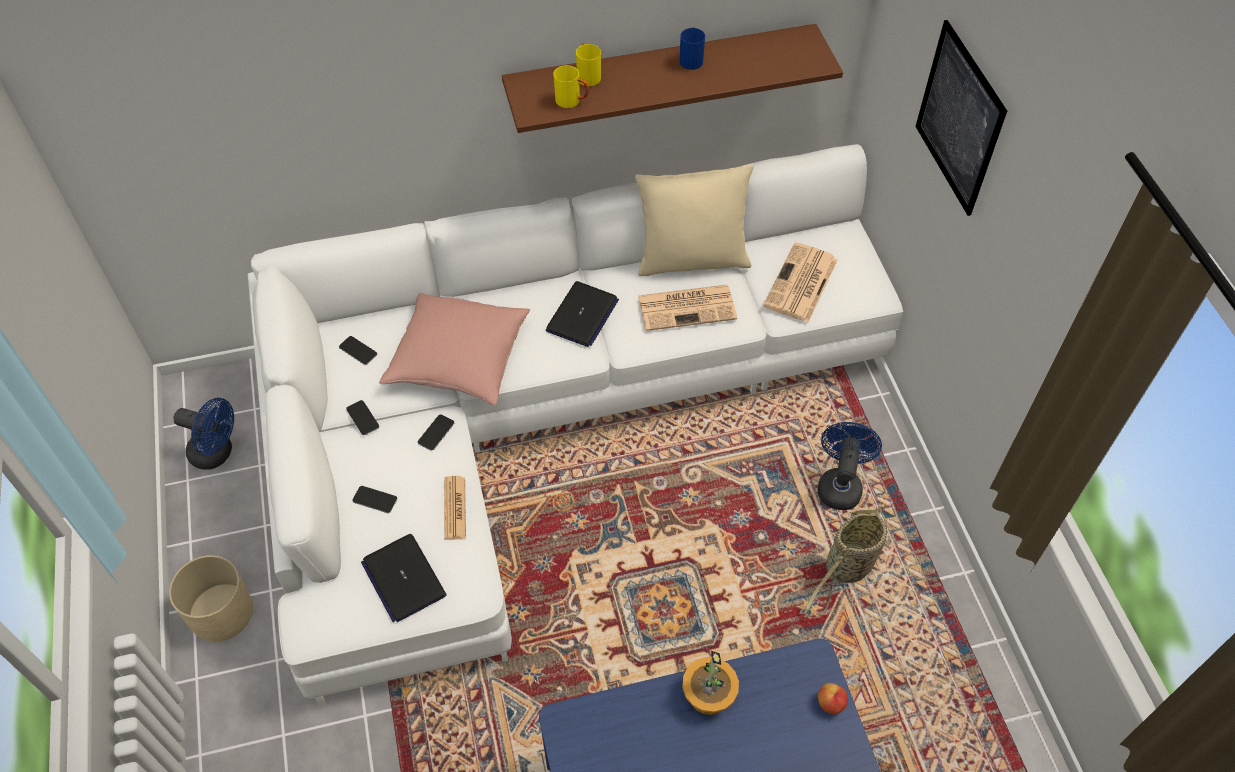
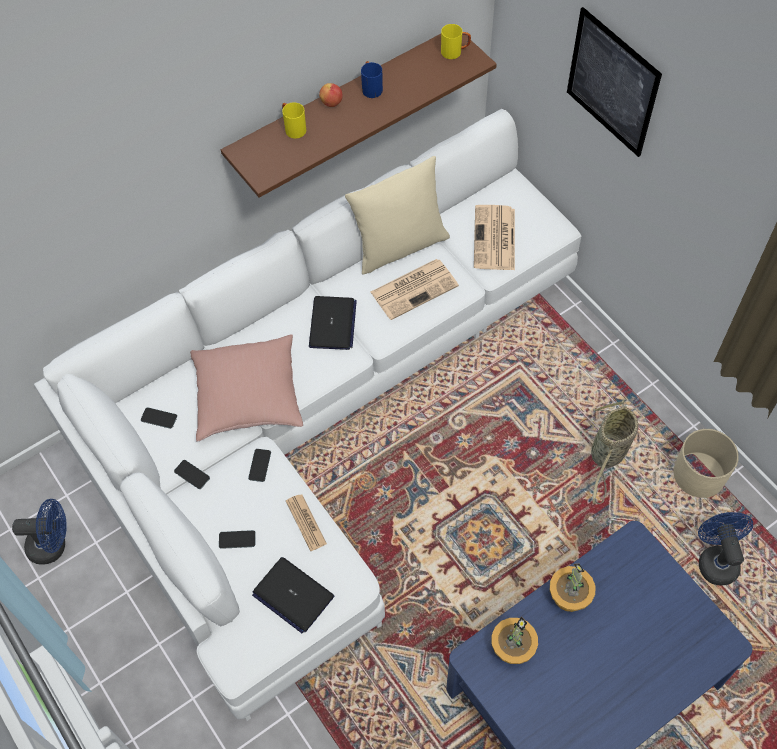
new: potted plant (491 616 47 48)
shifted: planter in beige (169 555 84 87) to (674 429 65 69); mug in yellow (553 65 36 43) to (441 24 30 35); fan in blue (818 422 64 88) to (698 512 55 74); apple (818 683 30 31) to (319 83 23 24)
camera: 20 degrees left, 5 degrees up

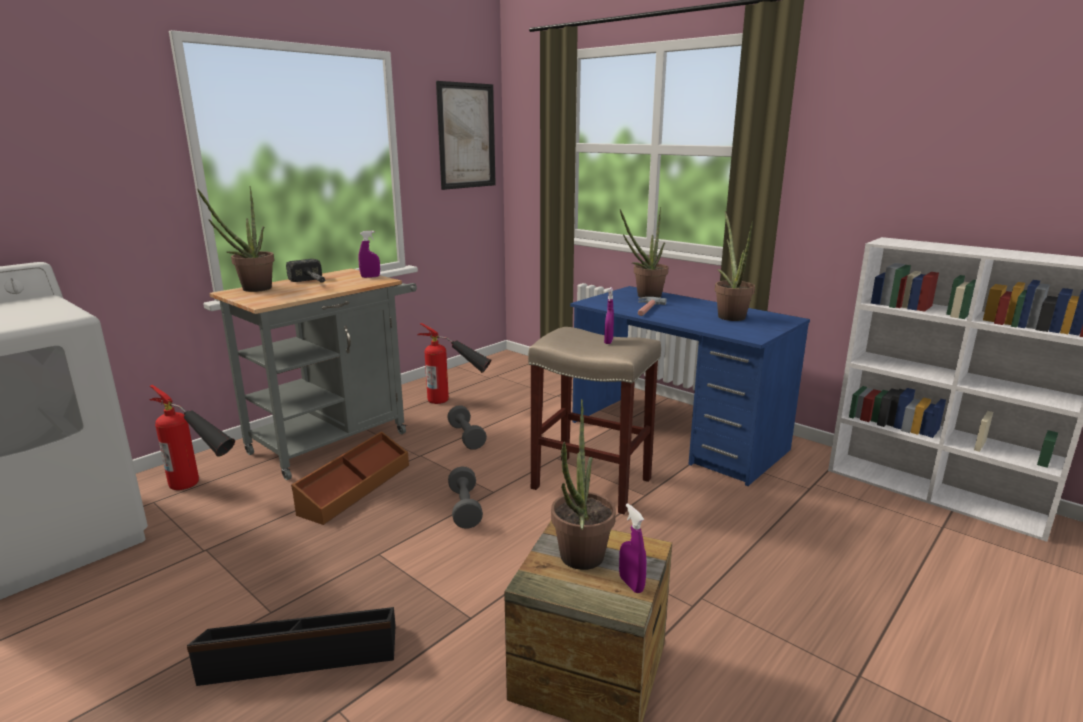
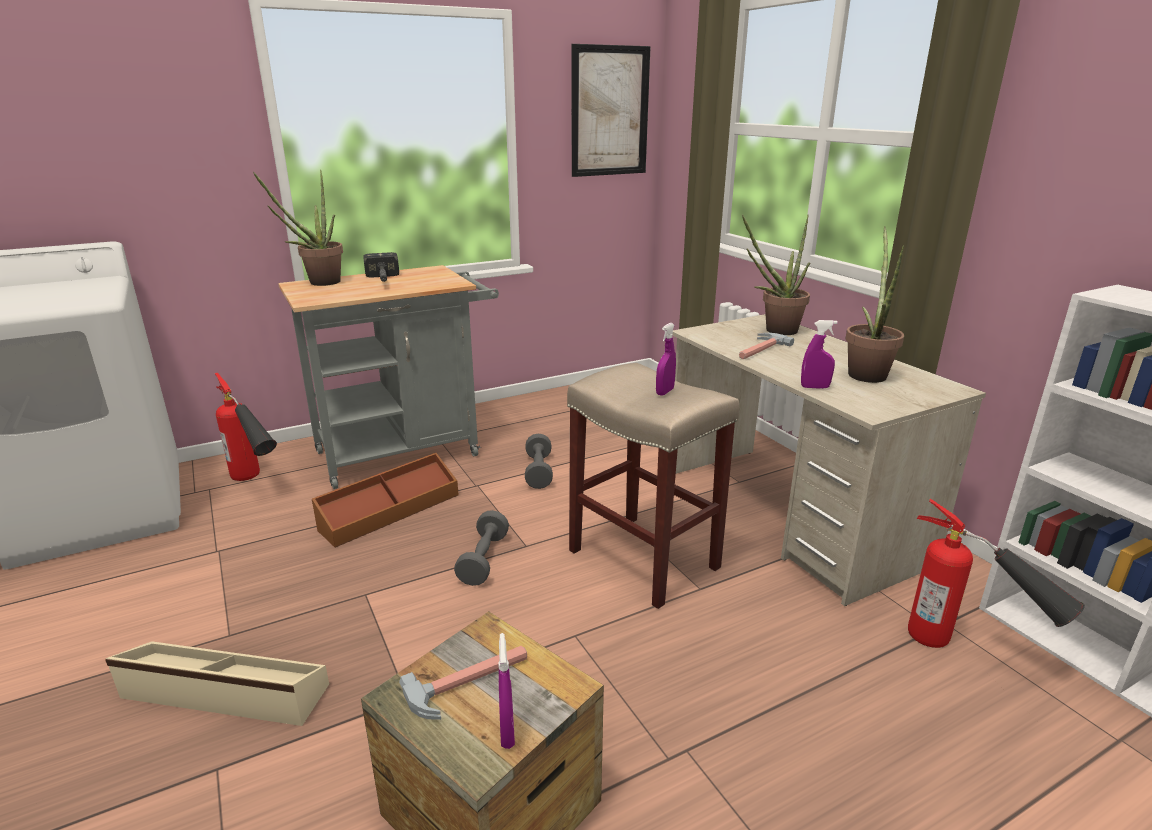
shifted: spray bottle in purple (358 231 22 47) to (801 320 37 69); fire extinguisher (417 323 74 81) to (908 499 177 149)
swapped: potted plant (551 399 65 171) to hammer (399 646 128 74)
repainted: storage box in black (187 607 209 79) to storage box in beige (105 641 224 85); desk in blue (570 286 240 200) to desk in beige (672 314 314 292)
camera: 20 degrees right, 5 degrees up

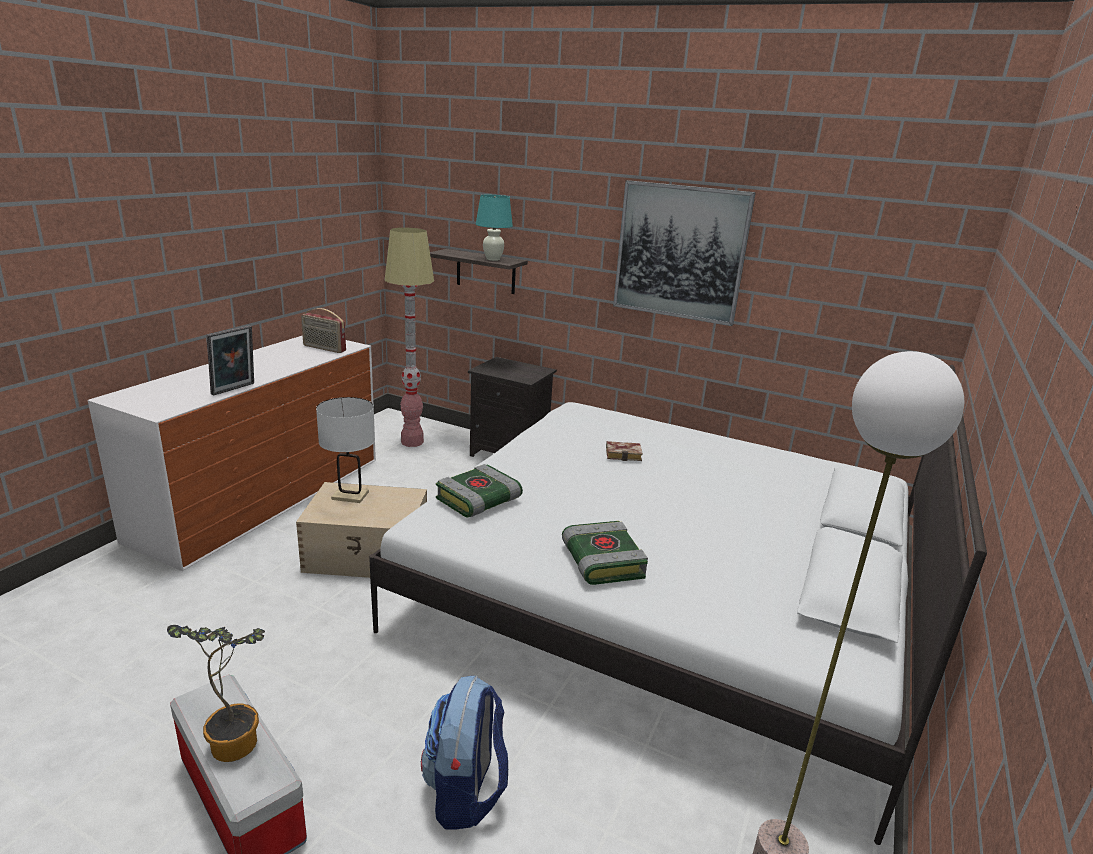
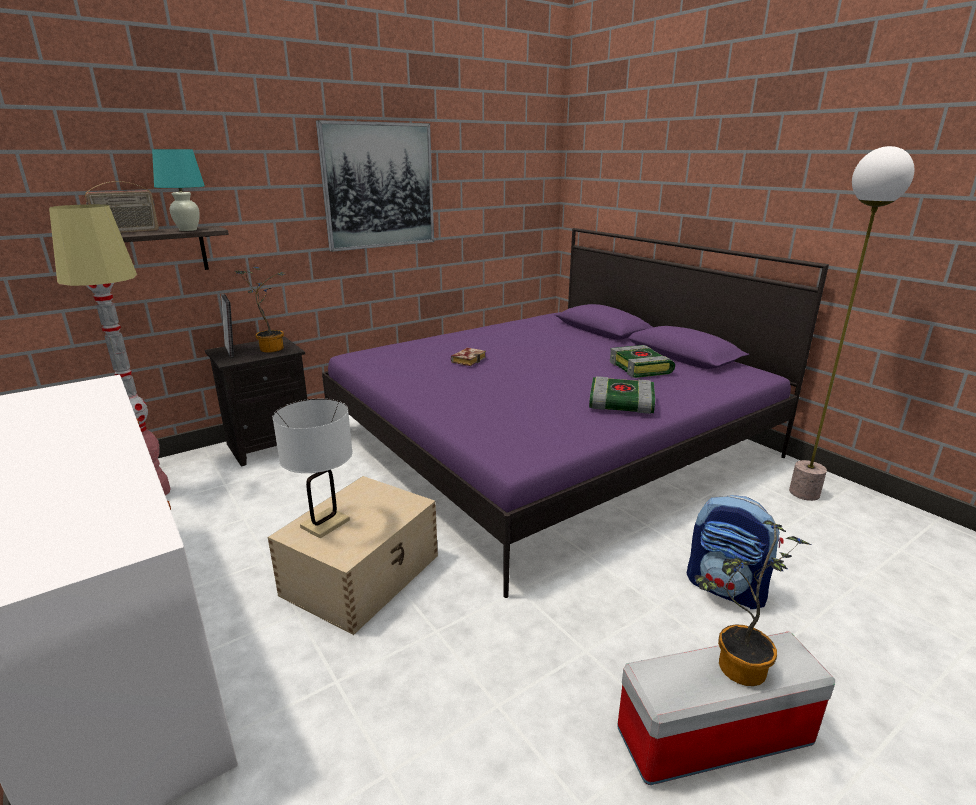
new: potted plant (235 266 51 87)
shifted: picture frame (206 325 48 71) to (221 294 13 63); radio (301 308 45 45) to (85 181 74 52); book (436 464 87 53) to (610 345 65 33)
repainted: bed in white (369 365 618 480) to bed in purple (322 228 507 370)
camera: 60 degrees left, 0 degrees up

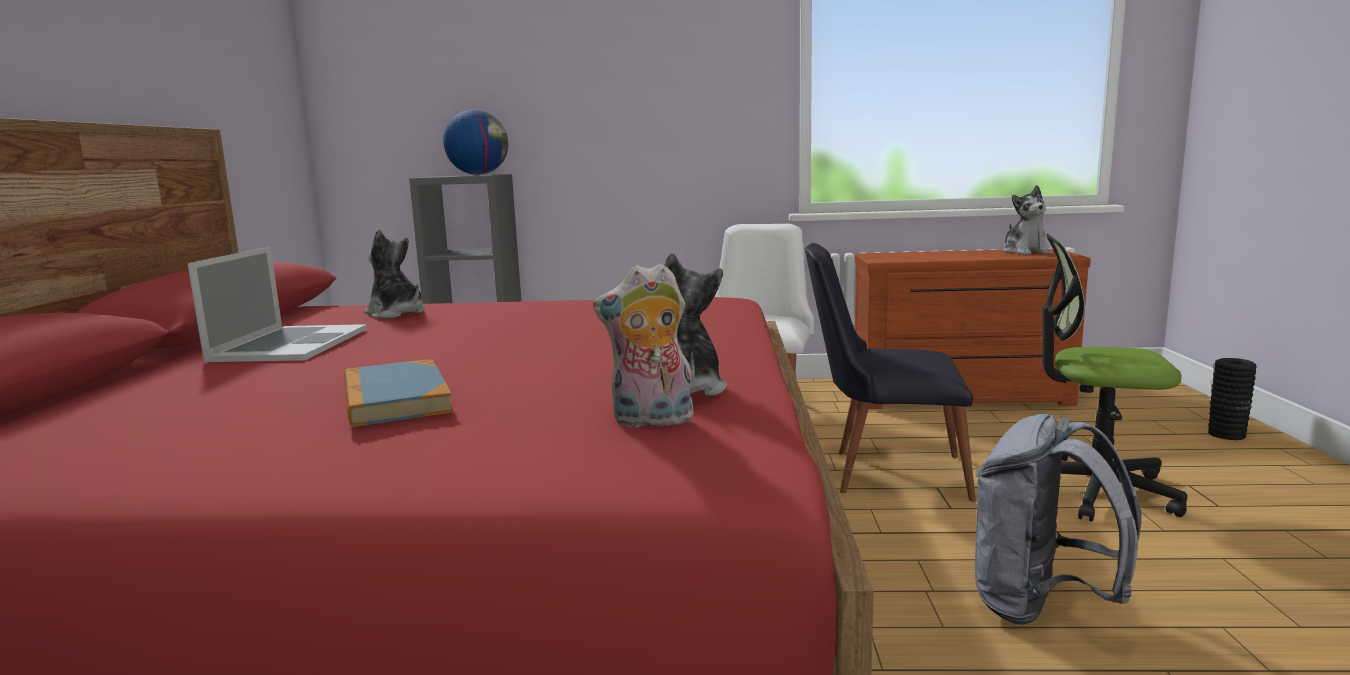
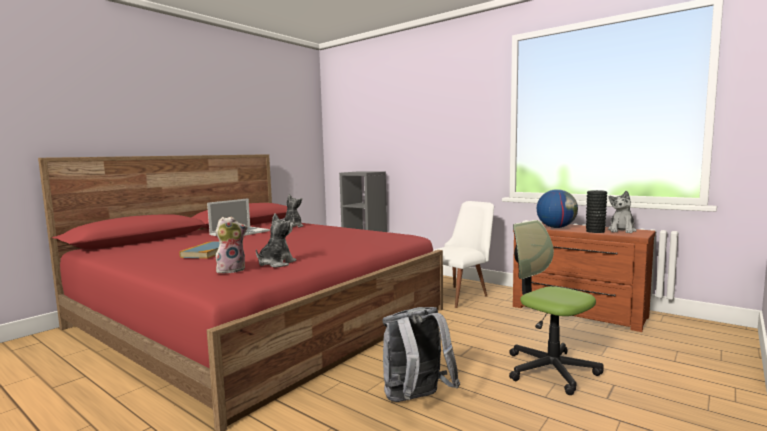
gone: chair in black (805 243 171 259)
shifted: globe (443 110 65 65) to (537 189 41 39); vase in black (1208 358 49 82) to (586 190 21 43)
rotated: plush toy (593 263 101 166) = (215 216 32 57) 120 degrees clockwise
camera: 35 degrees right, 5 degrees down

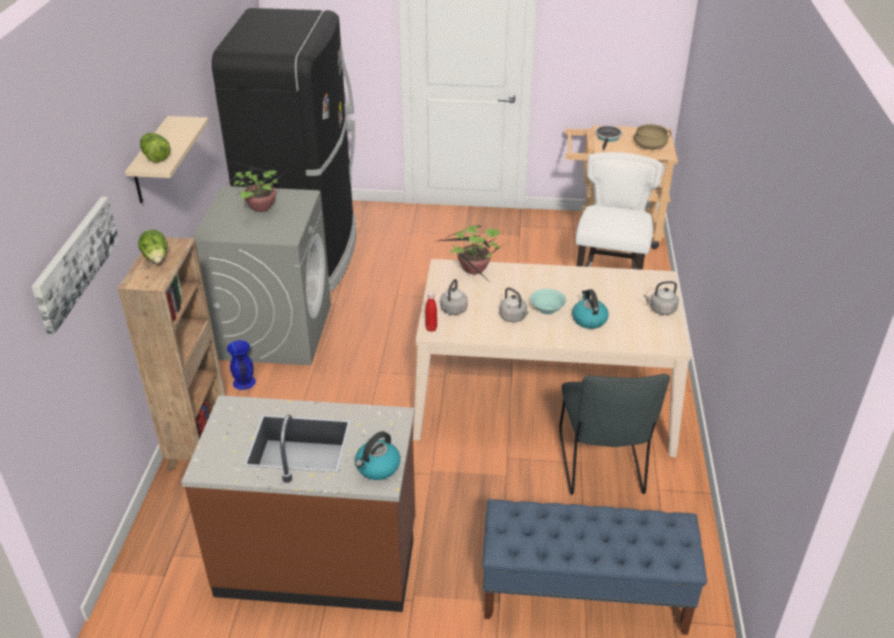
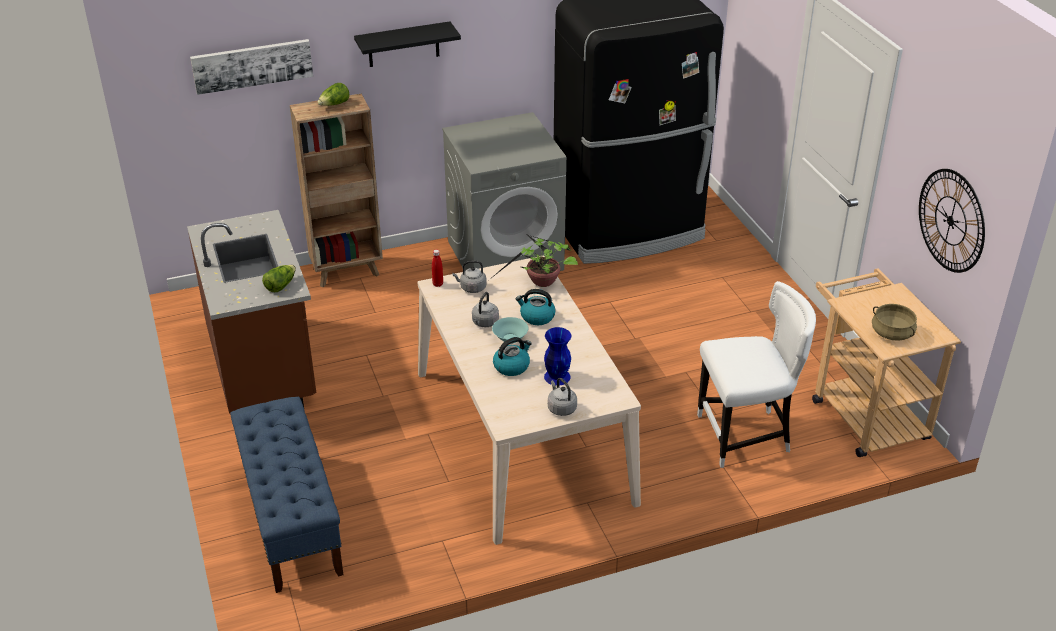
gone: potted plant (228 160 63 52); chair in grey (559 374 111 121); frying pan (595 126 27 25)
new: wall clock (919 169 66 104)
shifted: lettuce (140 133 30 29) to (262 265 34 27); vase in blue (227 340 29 50) to (544 327 27 59); kettle (355 431 45 49) to (516 289 40 36)
repainted: shelf in beige (125 116 83 87) to shelf in black (354 21 107 46)
camera: 65 degrees right, 0 degrees up

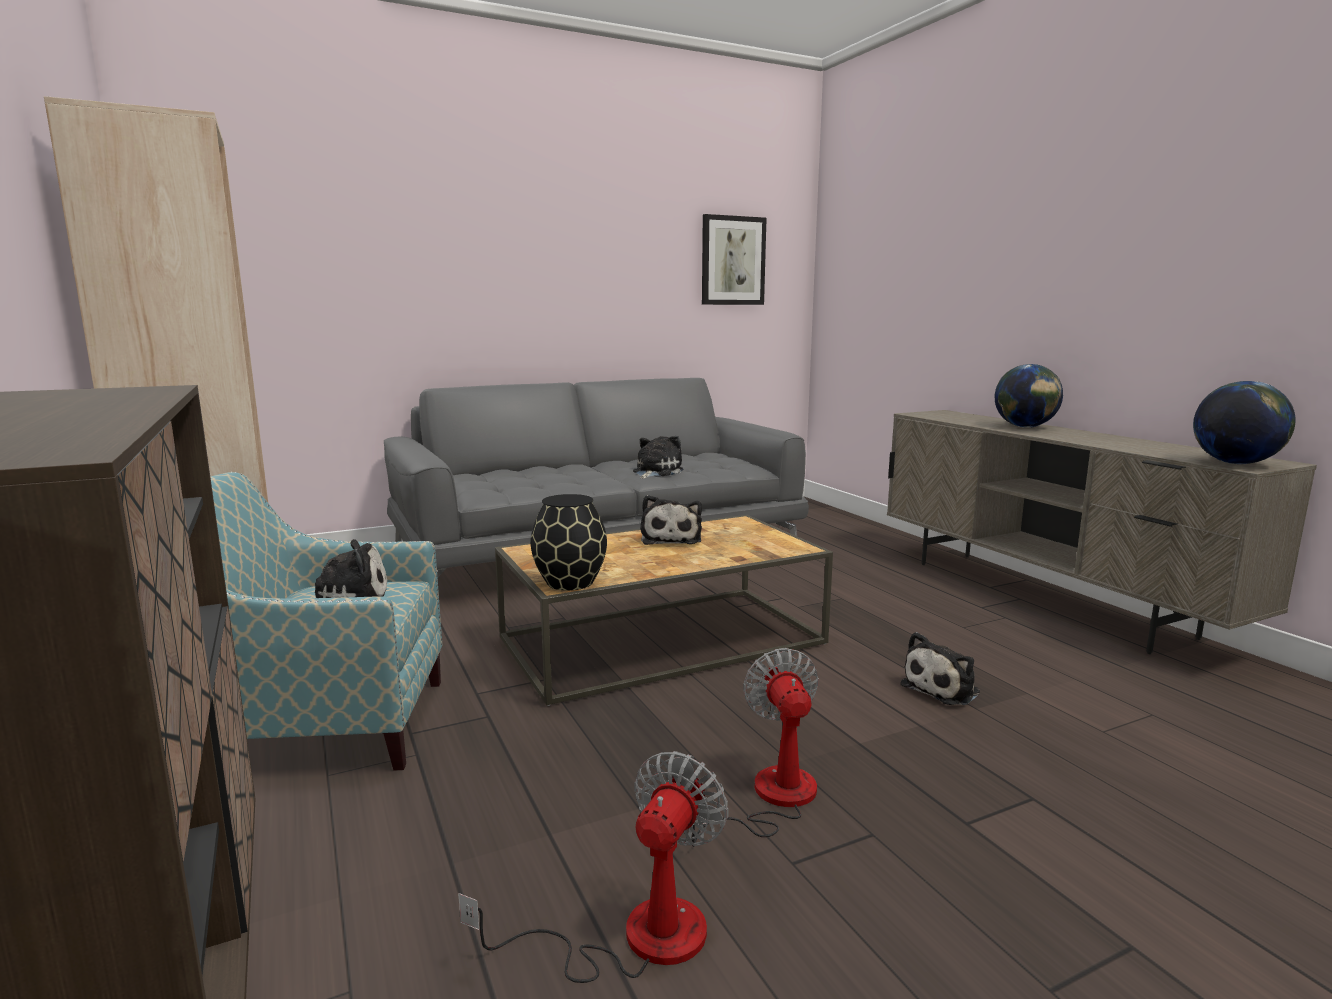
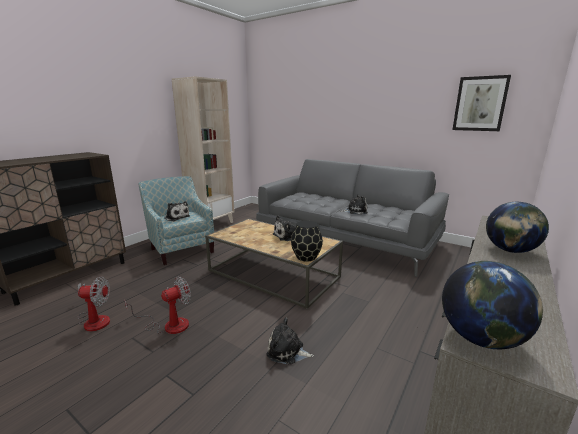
shifted: vase in black (531 494 76 96) to (291 221 32 40)
camera: 60 degrees right, 5 degrees up

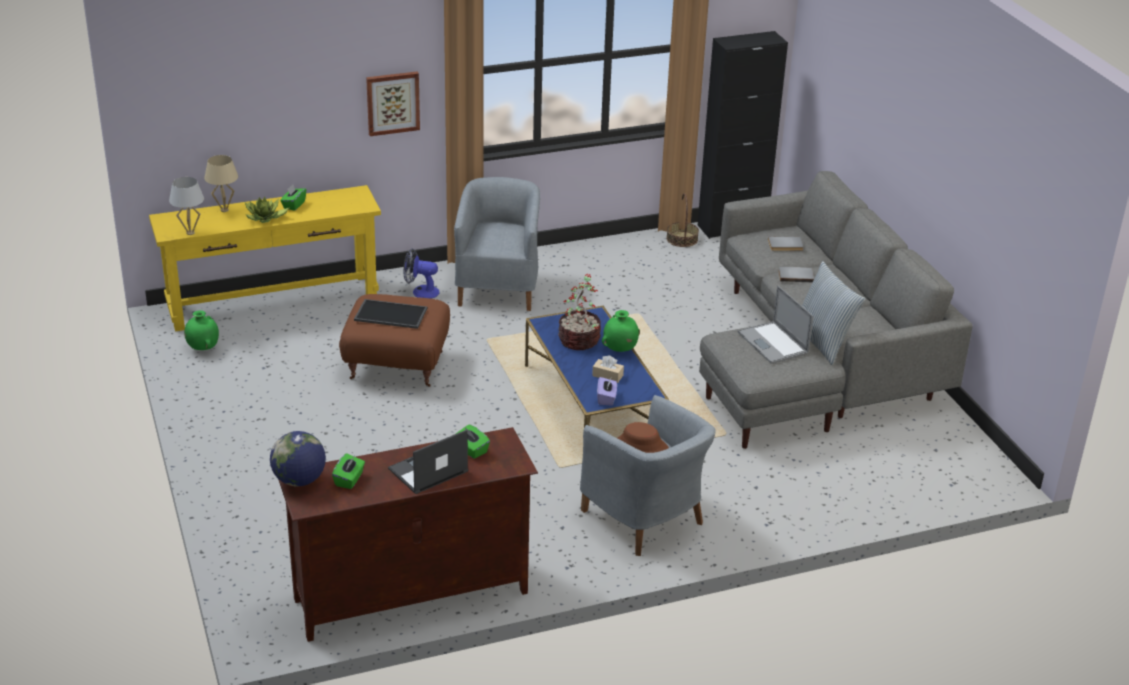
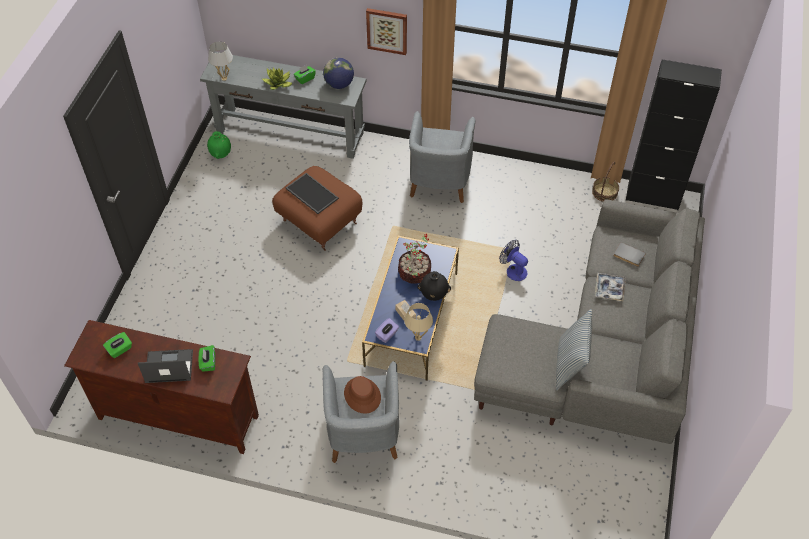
gone: laptop (738 286 75 78)
shifted: table lamp in beige (204 155 34 57) to (404 303 29 38); globe (270 431 56 55) to (323 58 31 31); fan (403 248 37 51) to (499 240 29 41)
swapped: book in grey (778 266 36 17) to tray (595 273 31 28)
repainted: console table in yellow (149 185 232 147) to console table in grey (200 52 166 107); vase in green (602 310 38 42) to vase in black (417 271 34 30)
rotated: armchair in grey (454 177 86 134) = (409 111 67 92) 150 degrees clockwise
camera: 35 degrees right, 20 degrees up

